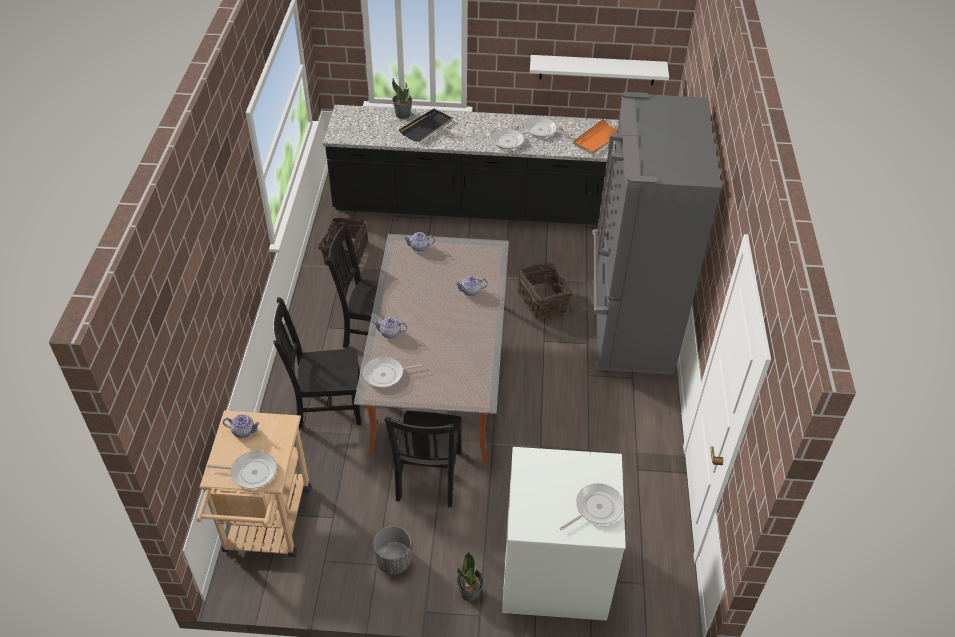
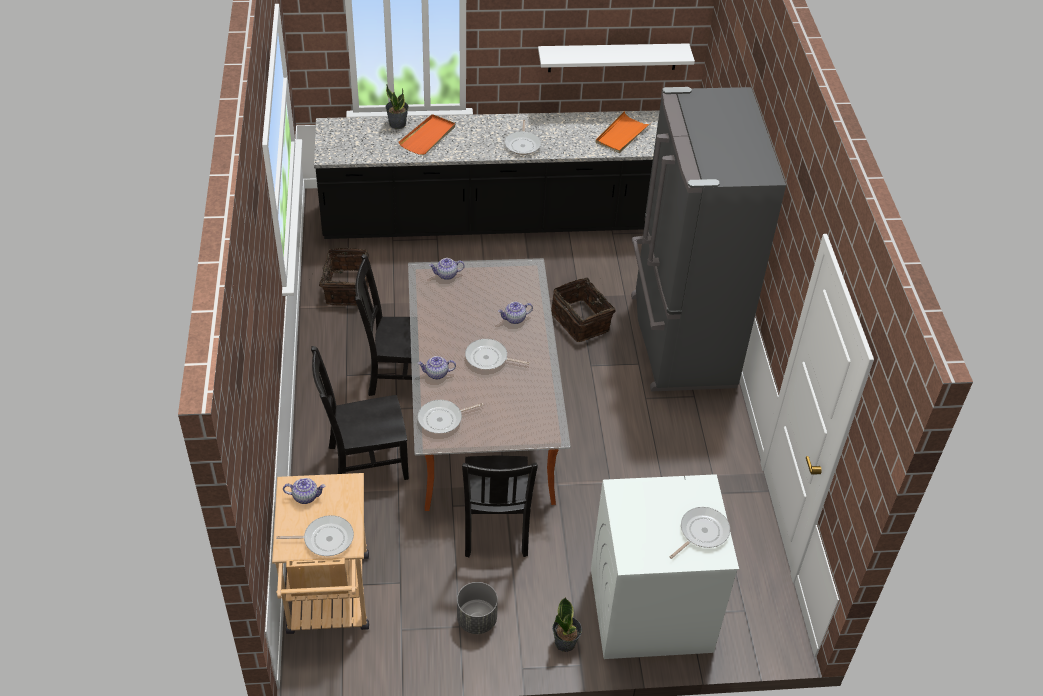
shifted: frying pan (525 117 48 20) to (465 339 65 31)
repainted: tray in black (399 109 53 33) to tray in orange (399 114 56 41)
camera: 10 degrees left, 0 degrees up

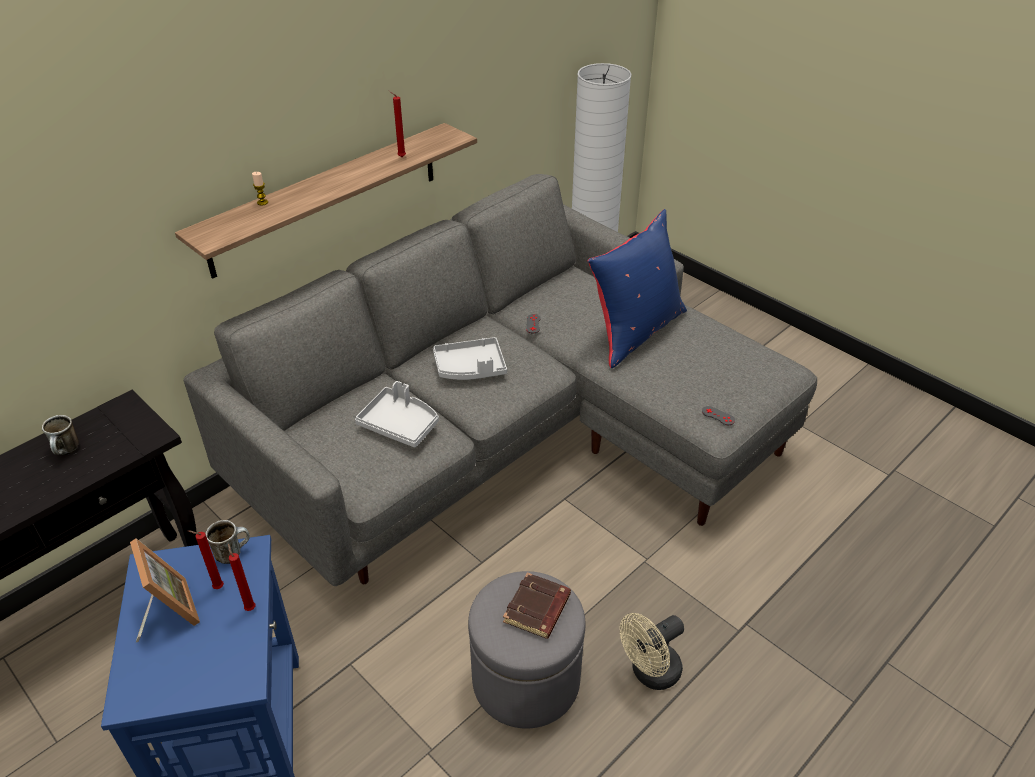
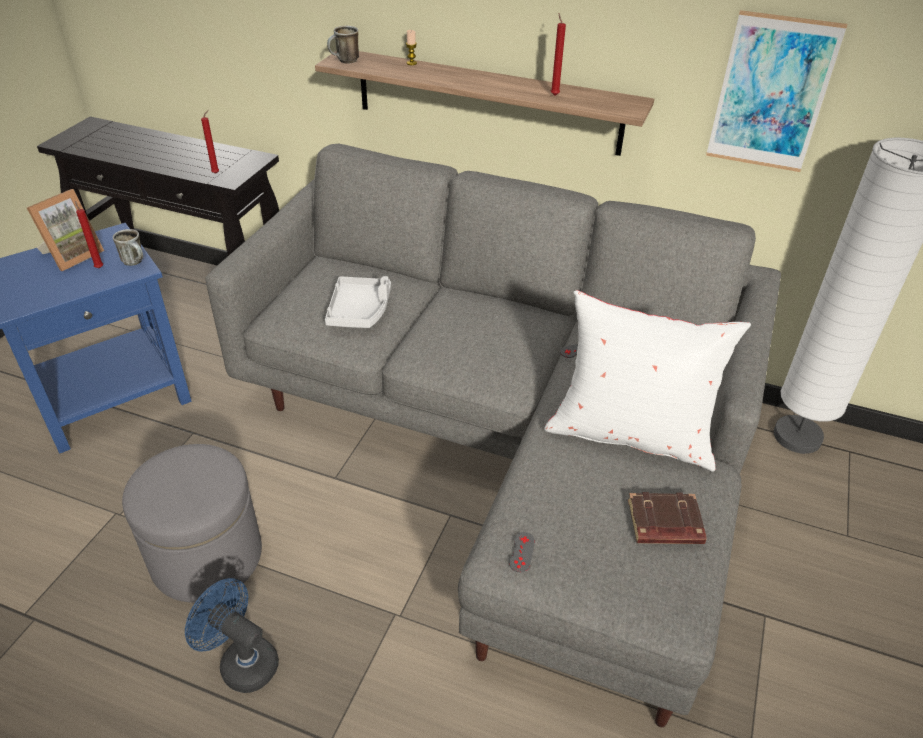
gone: tray in grey (433 337 74 43)
new: picture (706 10 142 162)
shifted: mug (42 415 37 40) to (327 26 32 38); candle in red (228 544 27 67) to (201 110 18 64); book in brown (503 572 68 67) to (628 492 79 52)
repainted: pillow in blue (588 209 99 159) to pillow in white (544 290 207 181); fan in beige (620 613 64 77) to fan in blue (185 578 94 115)
camera: 65 degrees right, 0 degrees up

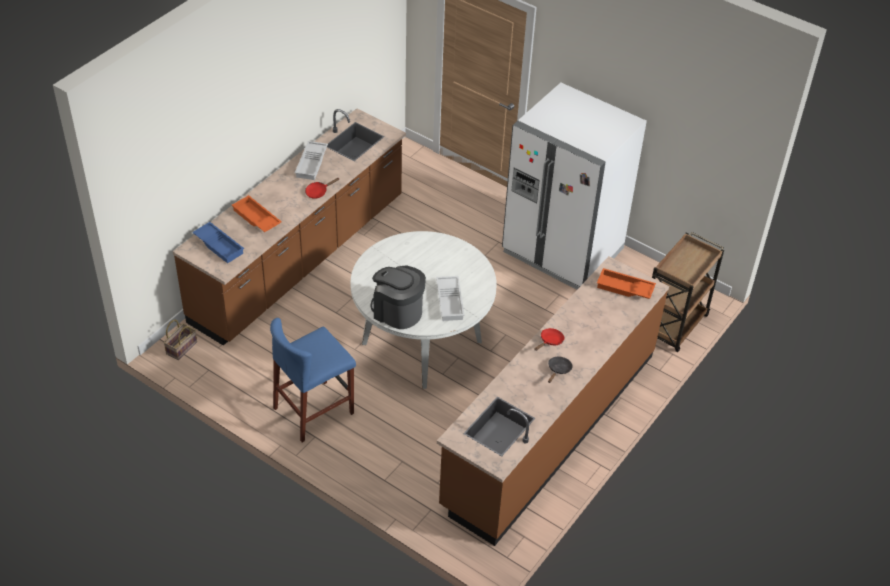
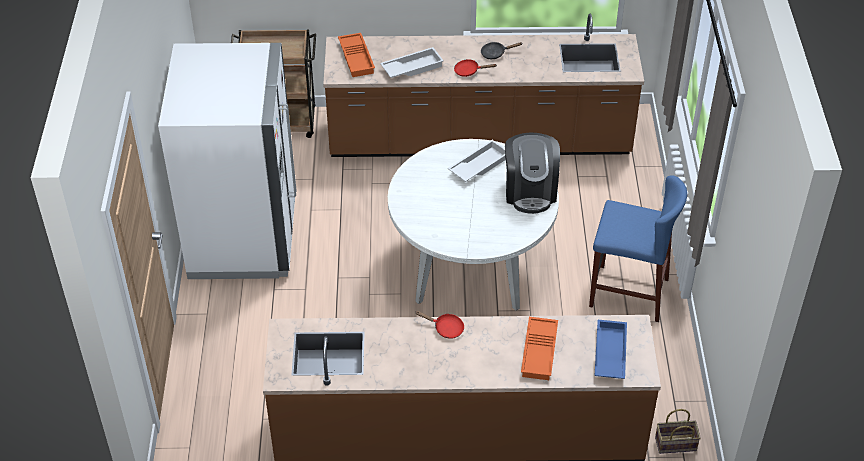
shifted: tray in white (295 141 33 39) to (380 47 64 31)
camera: 125 degrees left, 0 degrees up

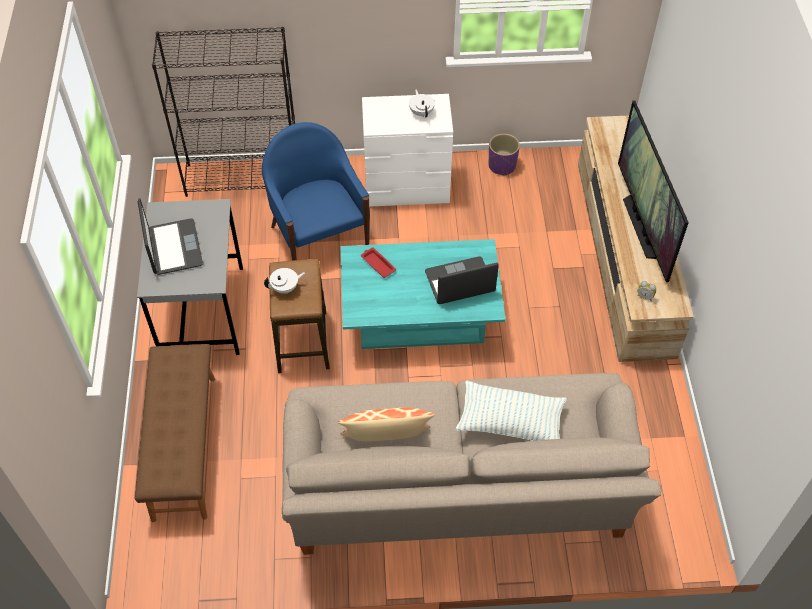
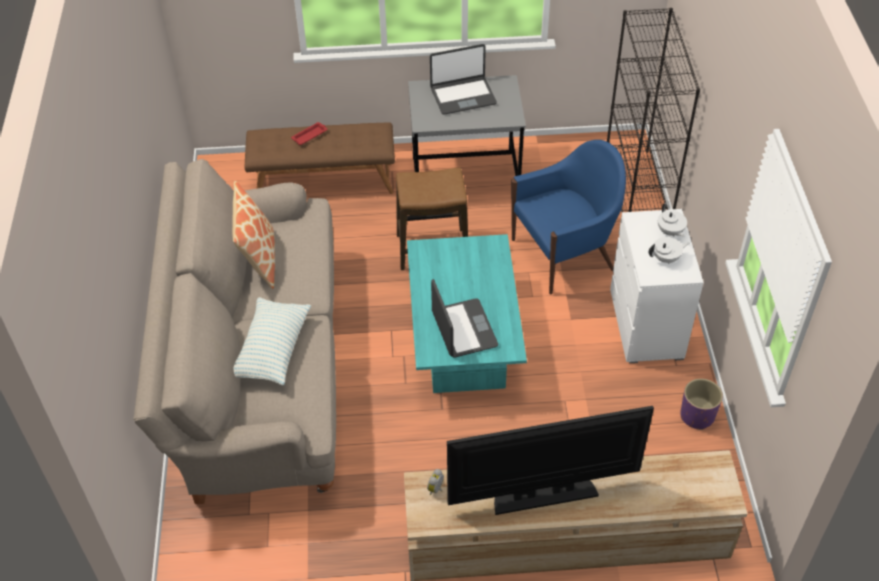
shifted: teapot in white (264 268 41 26) to (658 203 29 33); tray in red (361 247 35 31) to (291 122 36 23)
camera: 90 degrees right, 5 degrees down

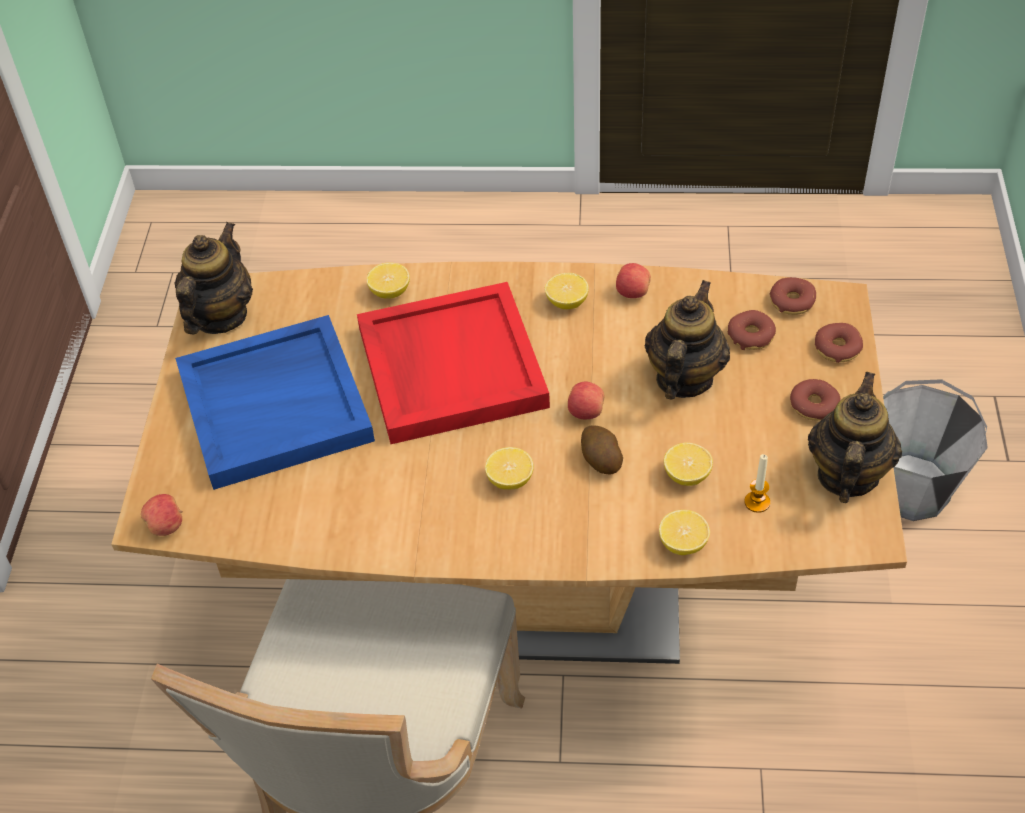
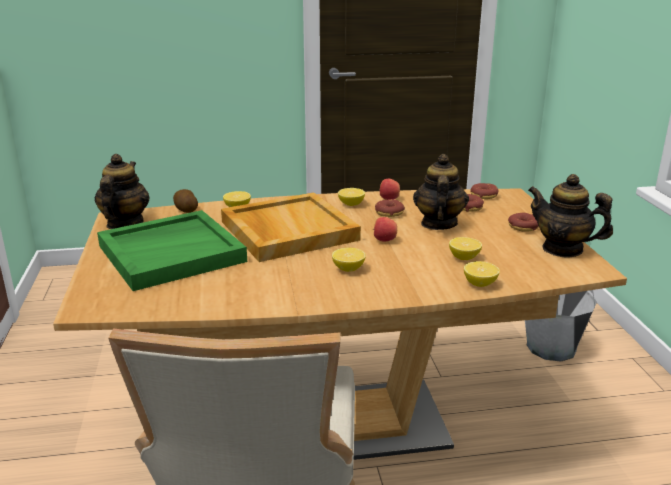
gone: apple (141 494 42 42); candle (744 454 26 59)
shifted: potato (581 425 42 49) to (173 189 25 24); donut (815 323 48 40) to (375 199 30 18)
repainted: tray in blue (175 315 200 175) to tray in green (97 210 150 81); tray in red (357 282 193 162) to tray in beige (221 192 140 70)
rotated: teapot (808 372 94 131) = (528 174 85 83) 60 degrees counterclockwise
camera: 15 degrees left, 25 degrees down

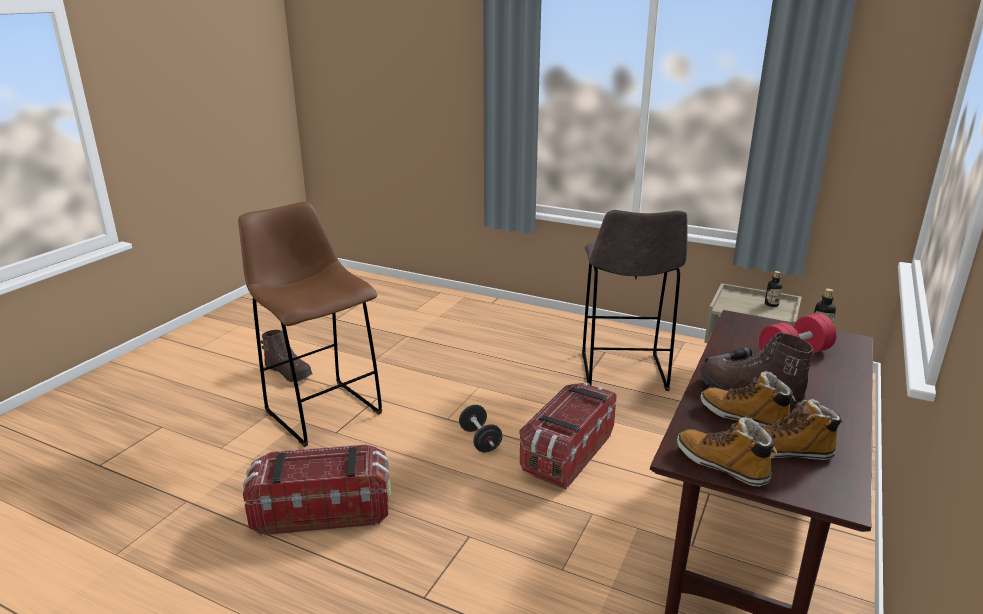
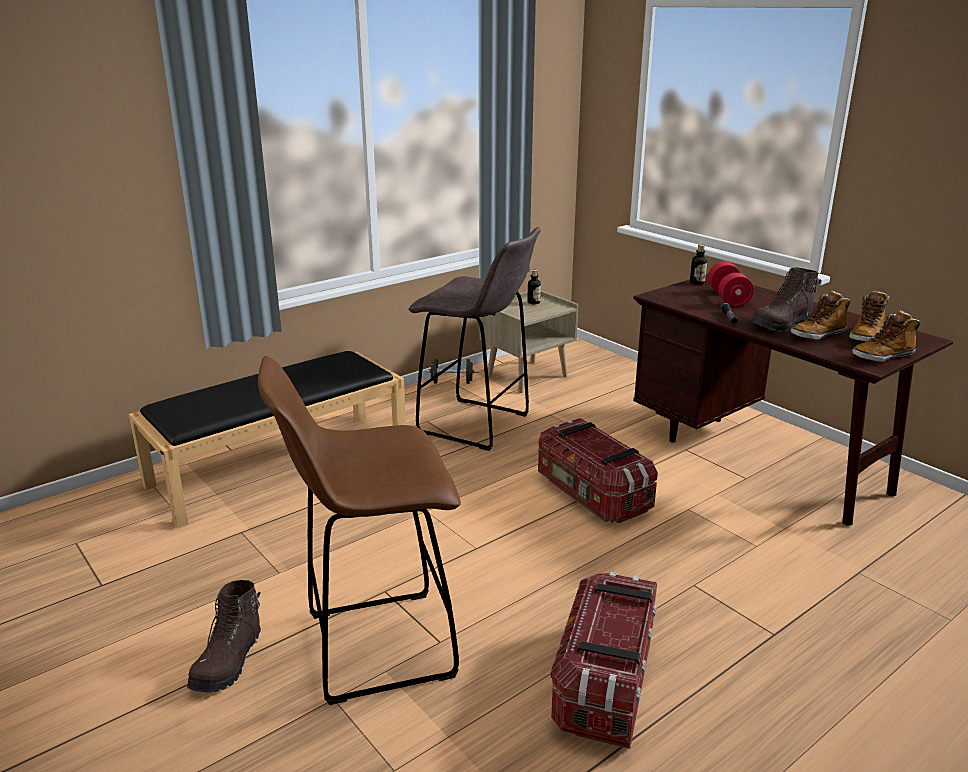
new: bench in black (129 351 277 177)
shifted: dumbbell in black (459 405 44 47) to (425 359 53 25)
rotated: boot in brown (261 330 52 52) = (187 580 74 113) 135 degrees clockwise
camera: 65 degrees left, 0 degrees up

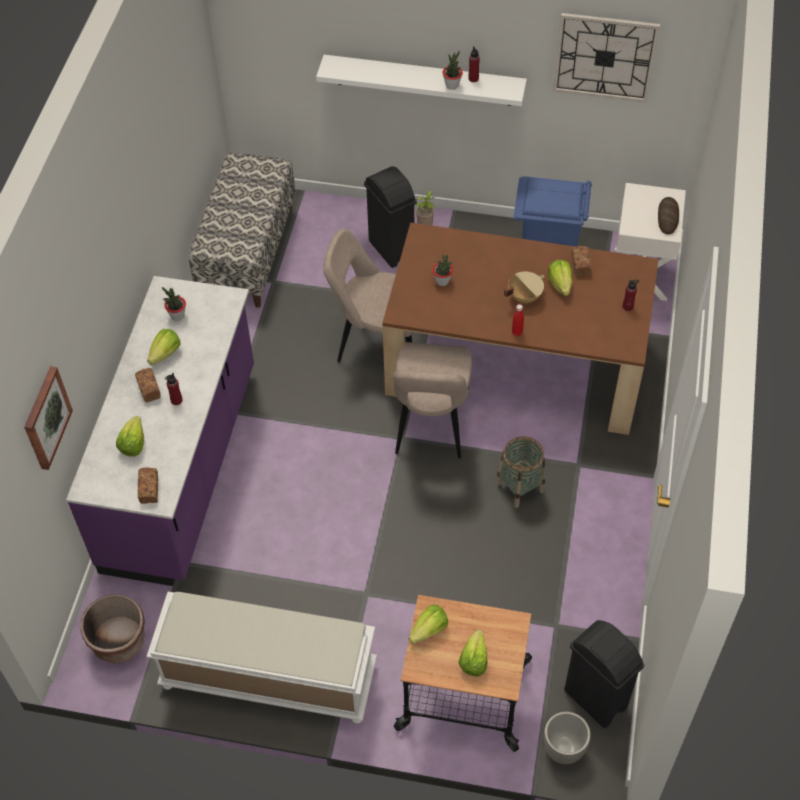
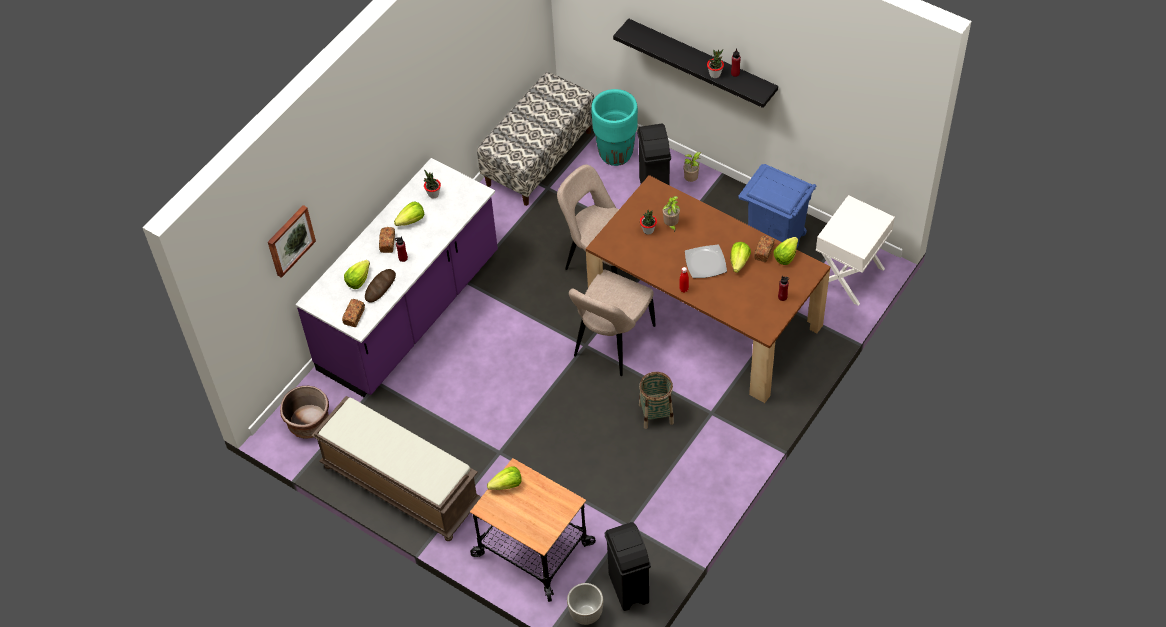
gone: wall clock (553 13 107 89)
new: planter in turquoise (591 89 47 77); potted plant (663 196 18 36)
shifted: lettuce (459 630 29 47) to (773 237 25 28); bread (658 197 21 37) to (365 269 31 34)
swapped: cooking pot in beige (504 272 40 31) to plate (685 245 42 33)
repainted: bench in white (146 592 231 132) to bench in brown (311 396 170 145); shelf in white (316 55 211 51) to shelf in black (613 19 165 89)
camera: 25 degrees right, 0 degrees up

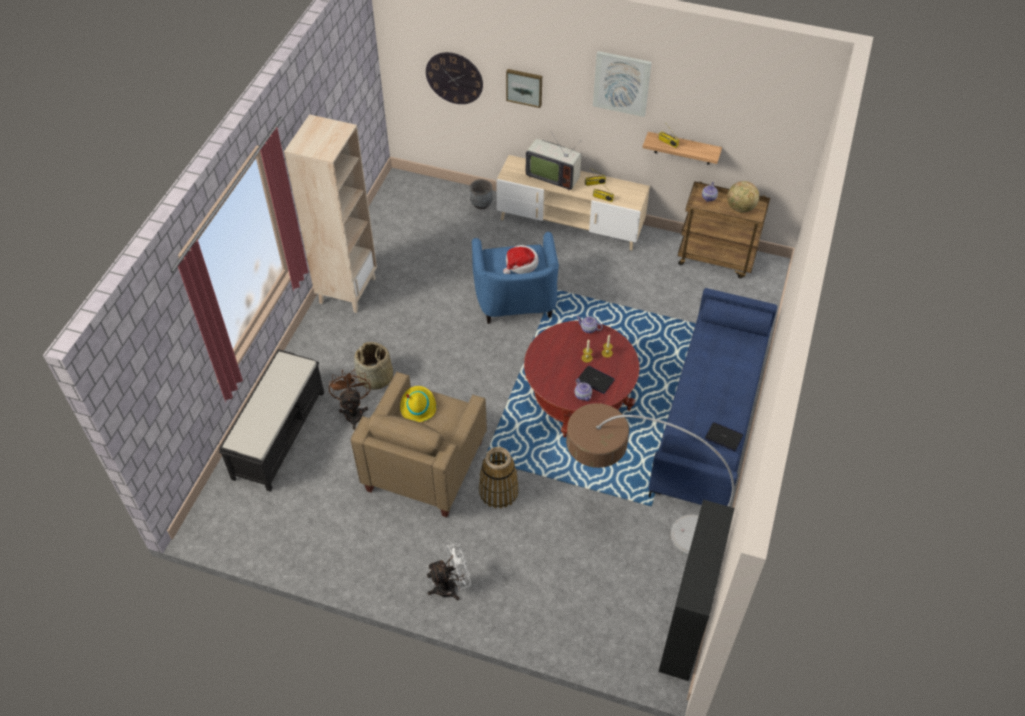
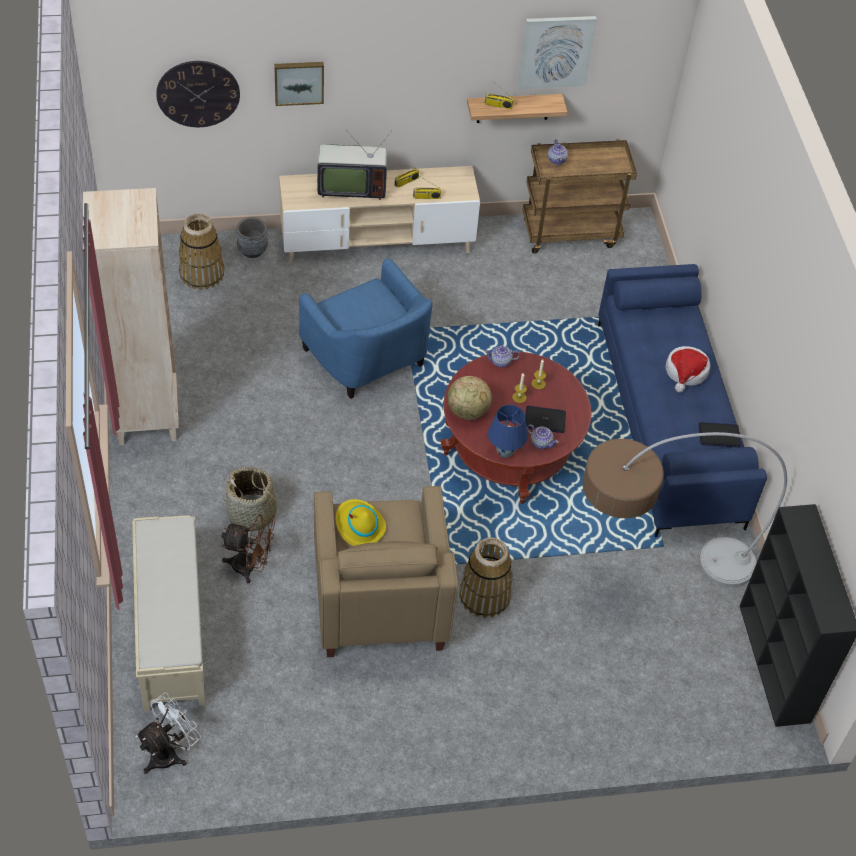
new: basket (179 214 45 76); table lamp in blue (488 405 40 53)
shifted: fan in white (427 543 44 57) to (135 693 66 81); hat (503 245 36 29) to (666 346 44 47); picture (593 51 59 66) to (518 16 79 73); globe (727 181 32 32) to (447 376 45 44)
repainted: bench in black (219 349 105 143) to bench in beige (132 515 74 196)
rotated: fan in brown (329 369 41 61) = (221 514 54 69) 135 degrees clockwise
camera: 30 degrees left, 0 degrees up

